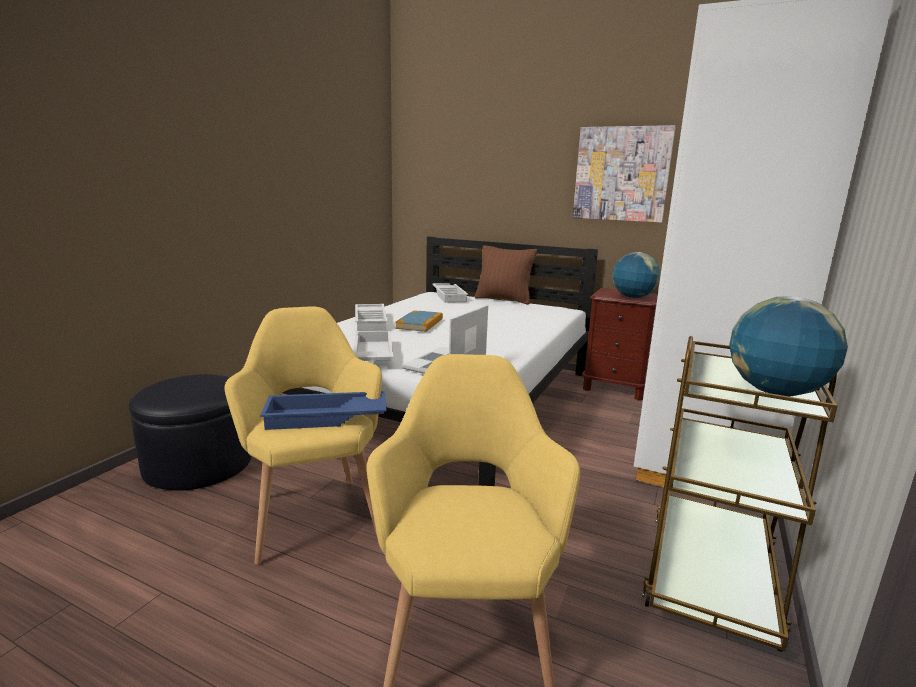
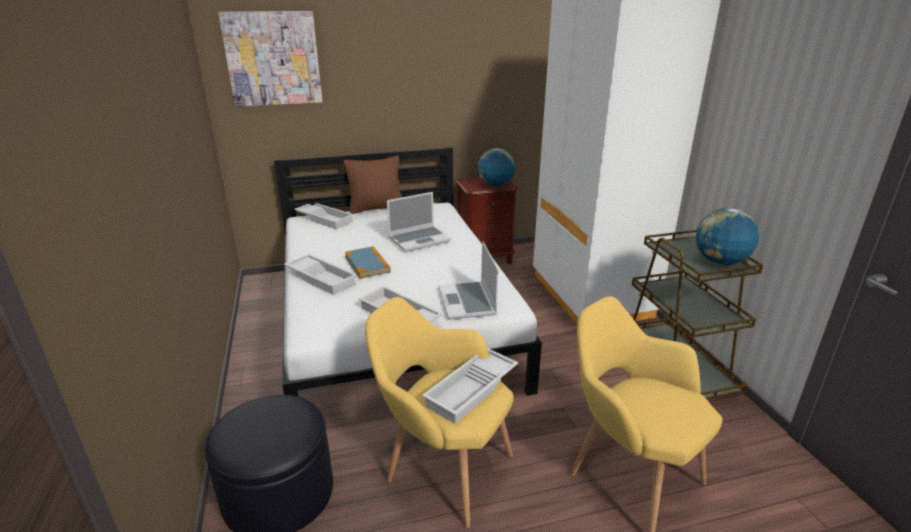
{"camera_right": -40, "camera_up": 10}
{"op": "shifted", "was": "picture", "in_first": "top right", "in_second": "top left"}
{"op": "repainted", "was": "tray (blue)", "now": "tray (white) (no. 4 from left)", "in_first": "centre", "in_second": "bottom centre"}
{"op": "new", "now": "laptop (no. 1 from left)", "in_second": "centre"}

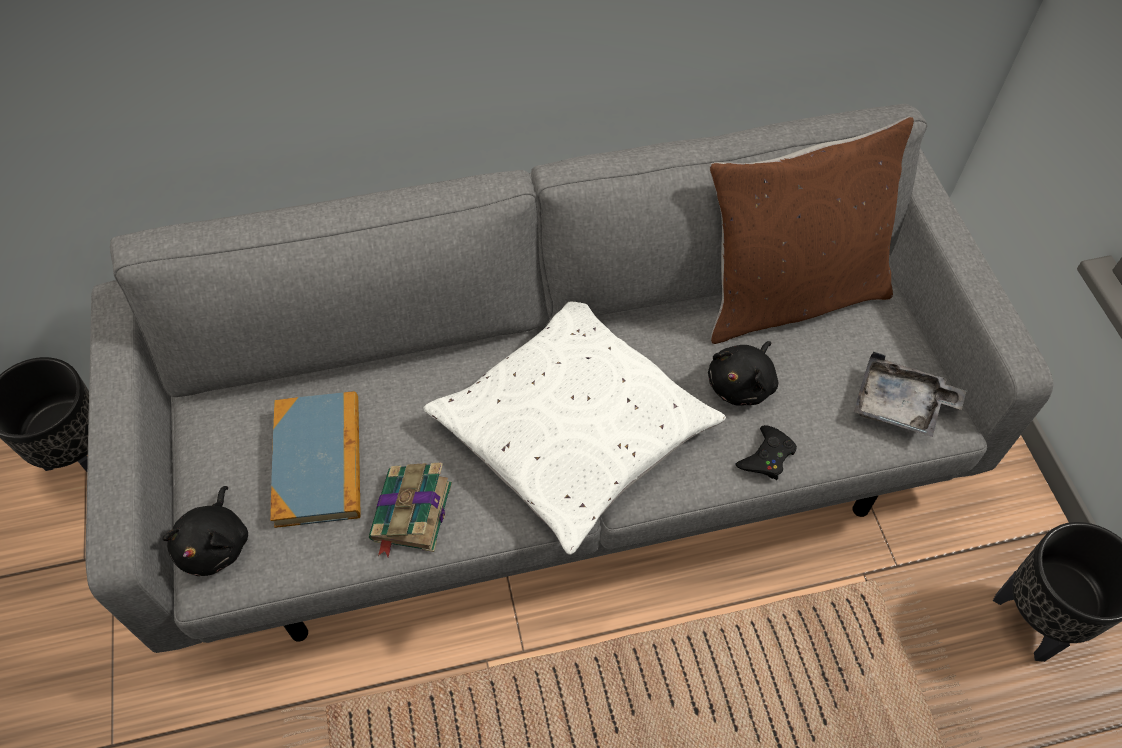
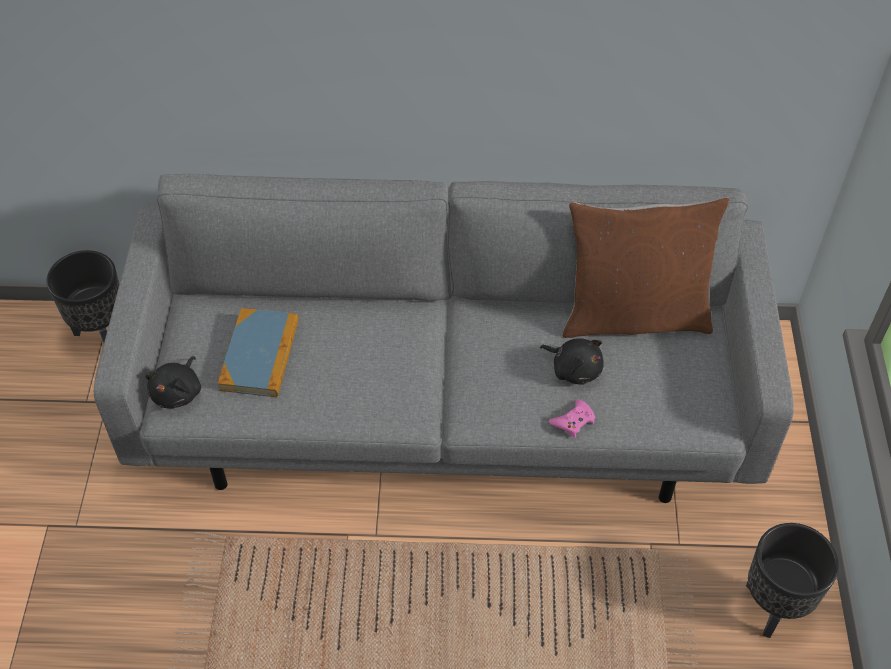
{"camera_right": 15, "camera_up": -5}
{"op": "gone", "was": "pillow (white)", "in_first": "centre"}
{"op": "rotated", "was": "plush toy (black) (no. 2 from left)", "in_first": "centre", "in_second": "centre", "clockwise": -105}
{"op": "gone", "was": "tray (grey)", "in_first": "middle right"}
{"op": "repainted", "was": "game controller (black)", "now": "game controller (pink)", "in_first": "middle right", "in_second": "centre"}
{"op": "gone", "was": "book (no. 2 from left)", "in_first": "bottom centre"}

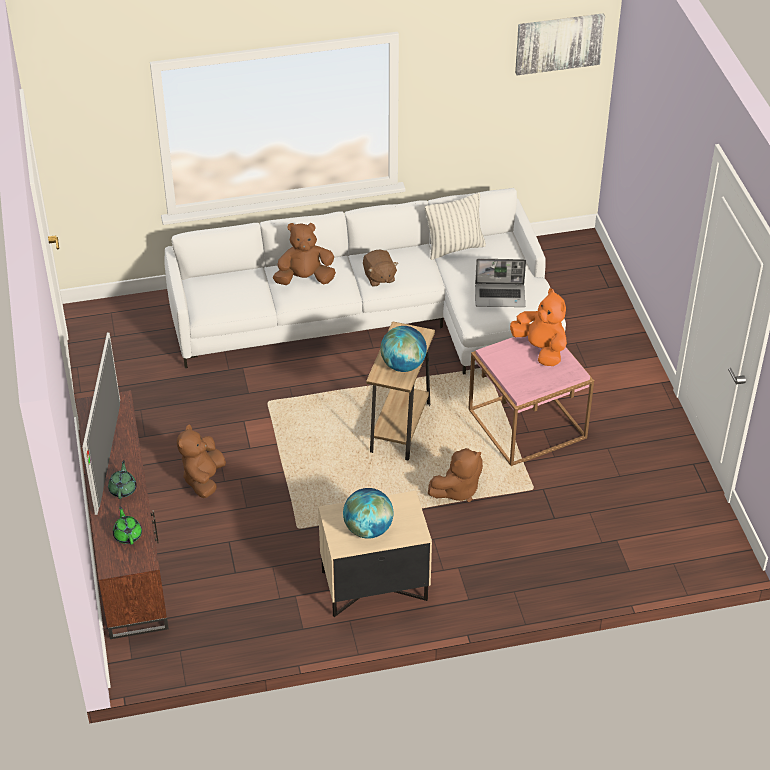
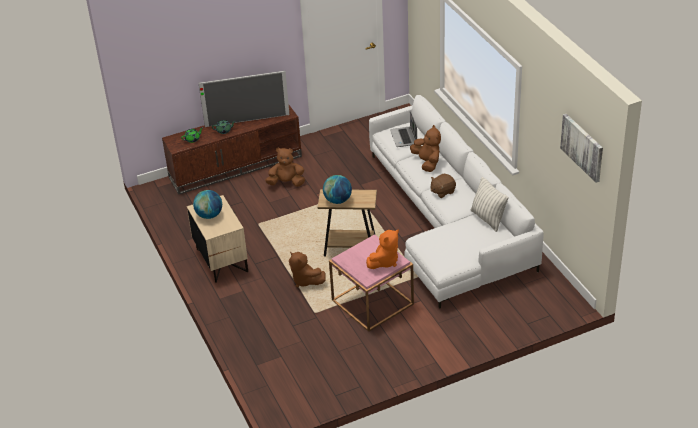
{"camera_right": 80, "camera_up": -5}
{"op": "shifted", "was": "laptop", "in_first": "centre", "in_second": "top centre"}

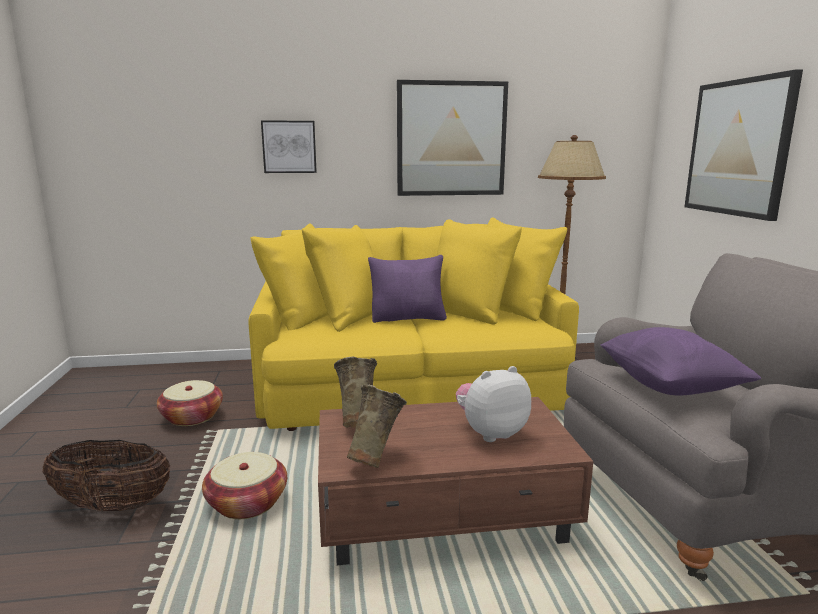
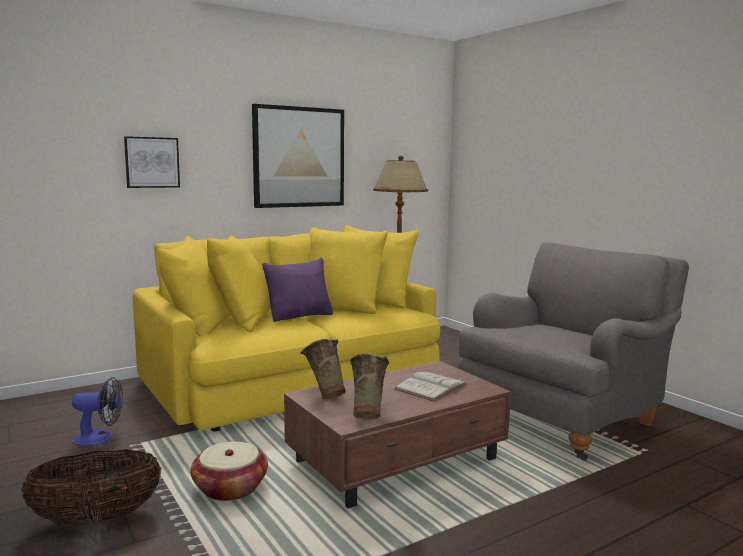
{"camera_right": -25, "camera_up": -5}
{"op": "gone", "was": "picture (no. 3 from left)", "in_first": "top right"}
{"op": "gone", "was": "pillow (purple) (no. 2 from left)", "in_first": "middle right"}
{"op": "swapped", "was": "plush toy", "now": "book (white)", "in_first": "centre", "in_second": "bottom centre"}
{"op": "swapped", "was": "basket (no. 2 from left)", "now": "fan", "in_first": "middle left", "in_second": "bottom left"}

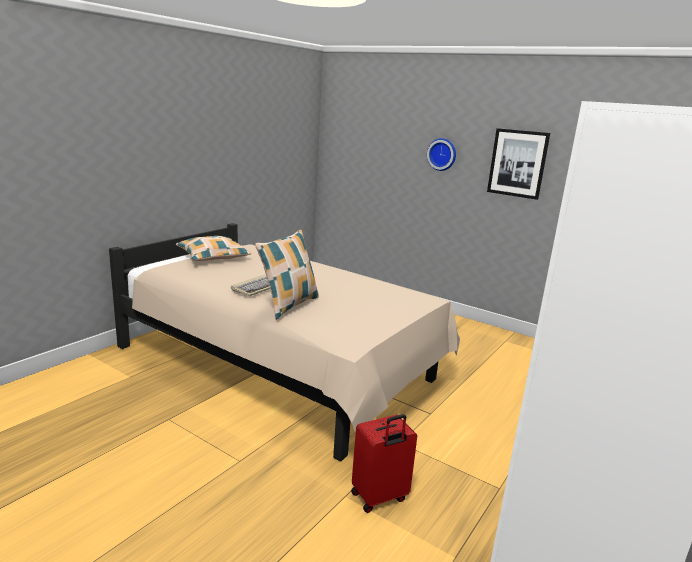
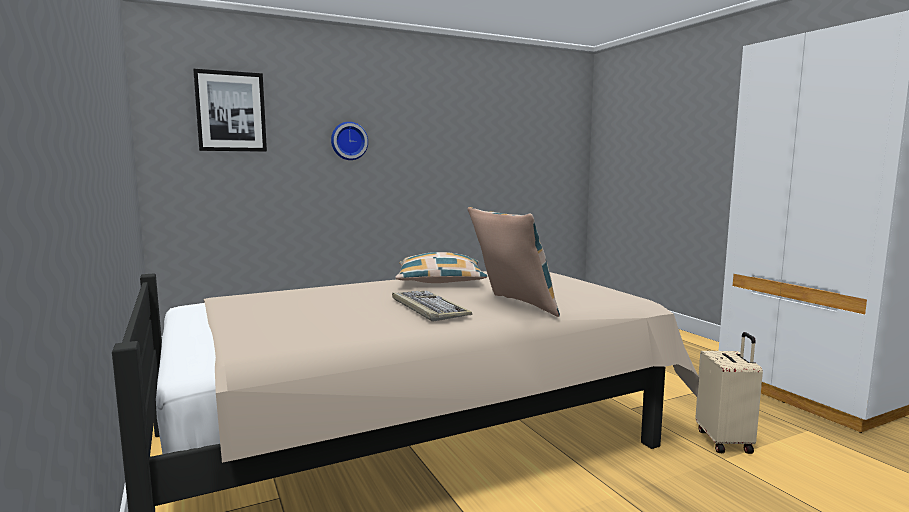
{"camera_right": -60, "camera_up": -10}
{"op": "shifted", "was": "picture", "in_first": "top right", "in_second": "top left"}
{"op": "shifted", "was": "pillow (no. 1 from left)", "in_first": "middle left", "in_second": "centre"}
{"op": "repainted", "was": "suitcase (red)", "now": "suitcase (beige)", "in_first": "bottom centre", "in_second": "bottom right"}

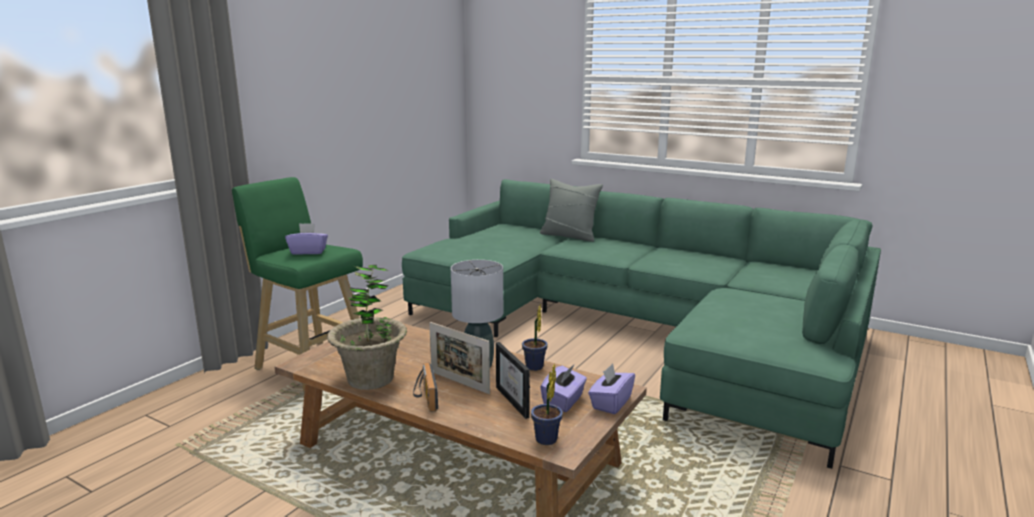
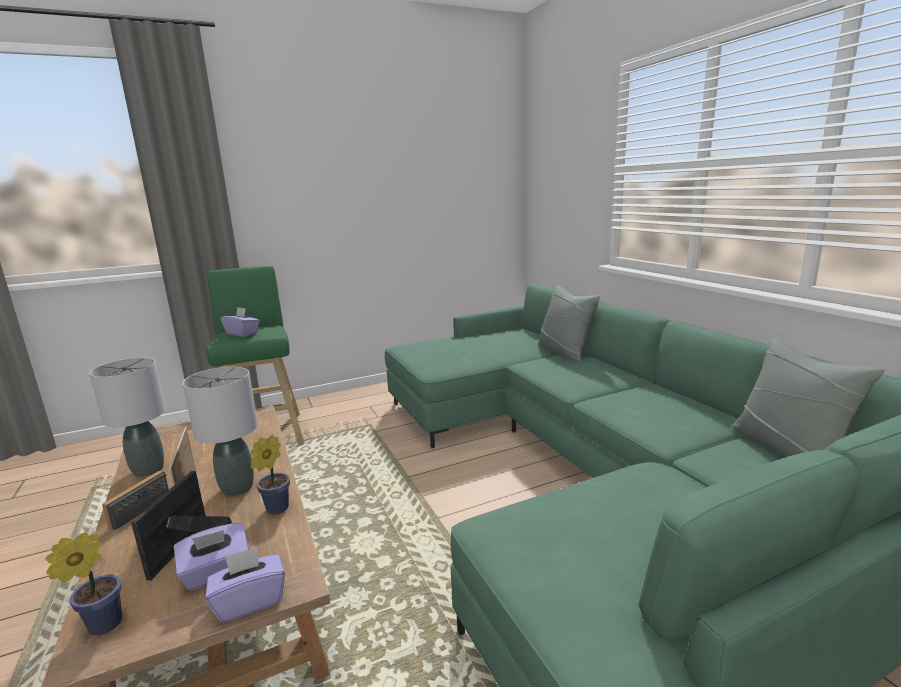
{"camera_right": 35, "camera_up": 0}
{"op": "swapped", "was": "potted plant (no. 1 from left)", "now": "table lamp (grey) (no. 1 from left)", "in_first": "centre", "in_second": "middle left"}
{"op": "new", "now": "pillow (grey) (no. 2 from left)", "in_second": "middle right"}

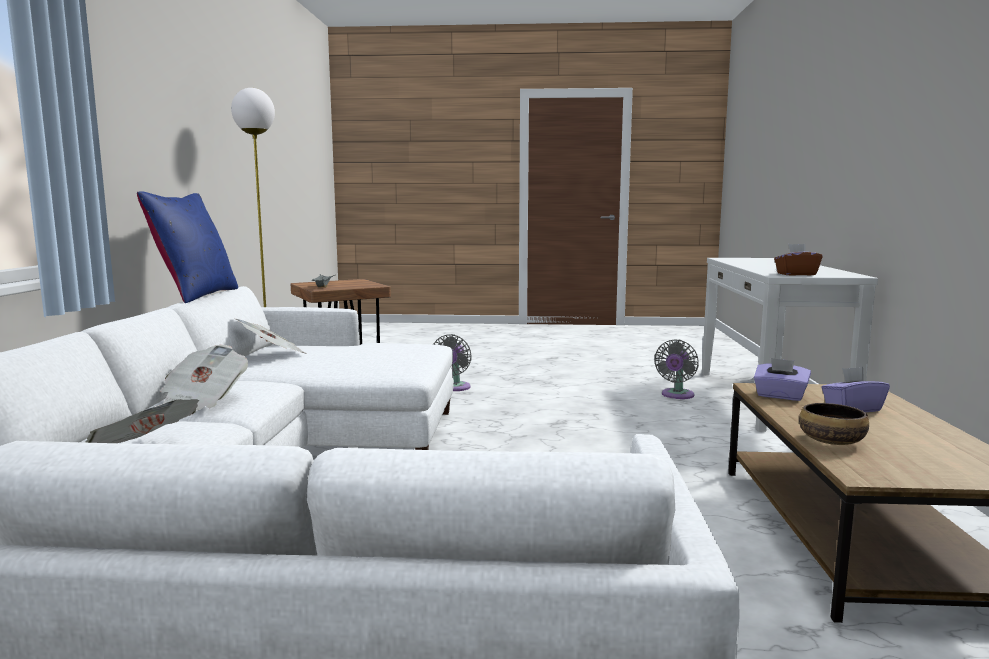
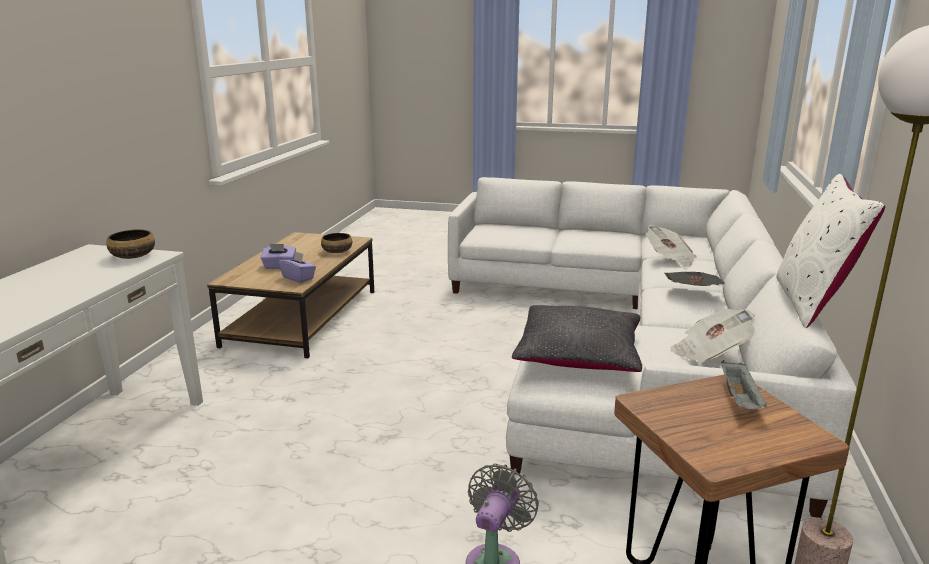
{"camera_right": -170, "camera_up": 10}
{"op": "repainted", "was": "pillow (blue)", "now": "pillow (white)", "in_first": "middle left", "in_second": "middle right"}
{"op": "swapped", "was": "tissue box (brown)", "now": "bowl (no. 1 from left)", "in_first": "middle right", "in_second": "middle left"}
{"op": "gone", "was": "fan (grey) (no. 2 from left)", "in_first": "middle right"}
{"op": "new", "now": "pillow (black)", "in_second": "centre"}

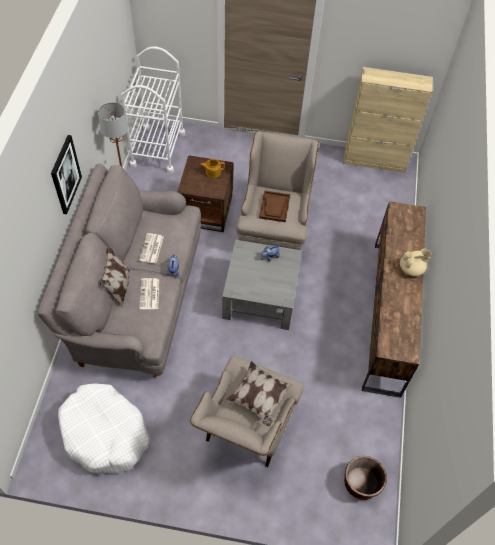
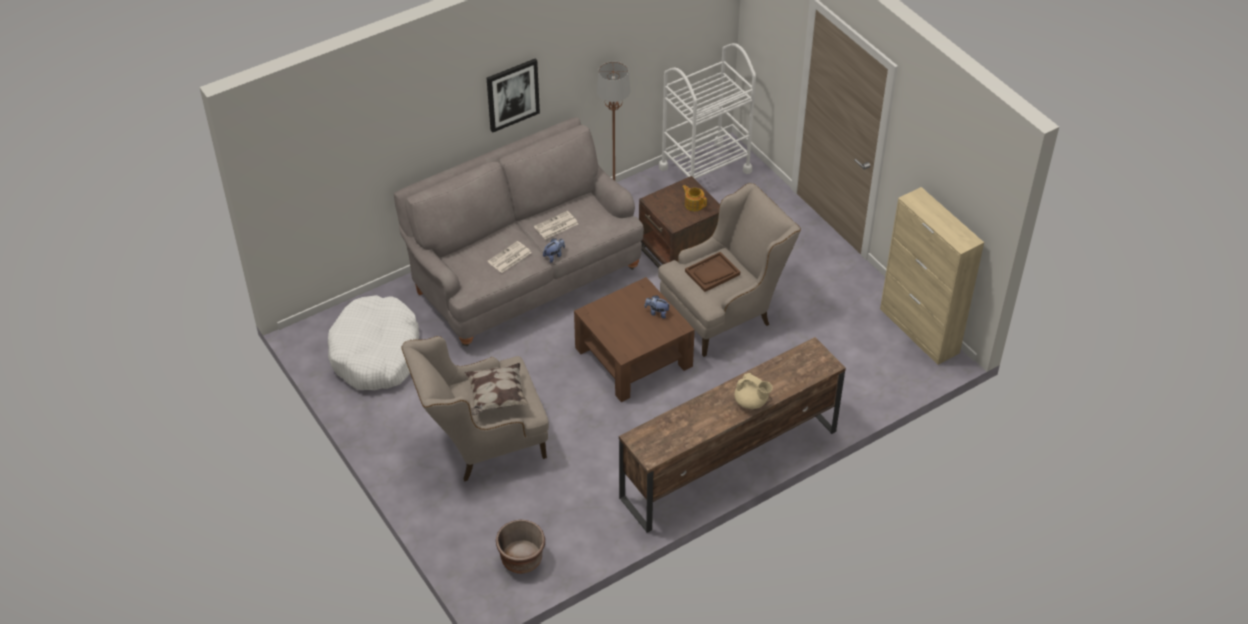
{"camera_right": 50, "camera_up": -10}
{"op": "repainted", "was": "coffee table (grey)", "now": "coffee table (brown)", "in_first": "centre", "in_second": "centre"}
{"op": "gone", "was": "pillow (no. 1 from left)", "in_first": "middle left"}

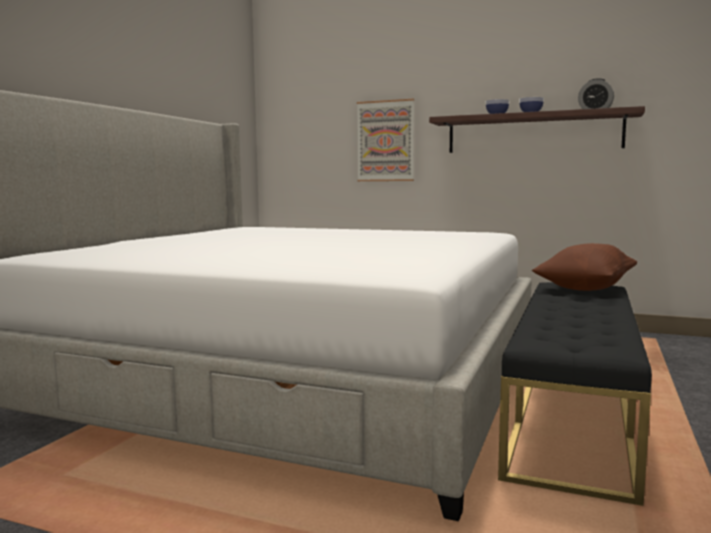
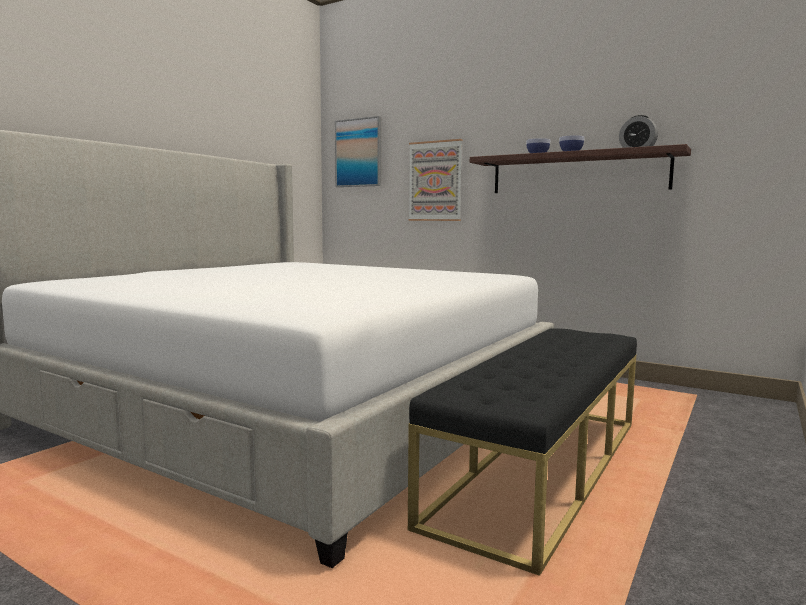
{"camera_right": 10, "camera_up": 0}
{"op": "gone", "was": "pillow (brown)", "in_first": "middle right"}
{"op": "new", "now": "picture (no. 1 from left)", "in_second": "top centre"}

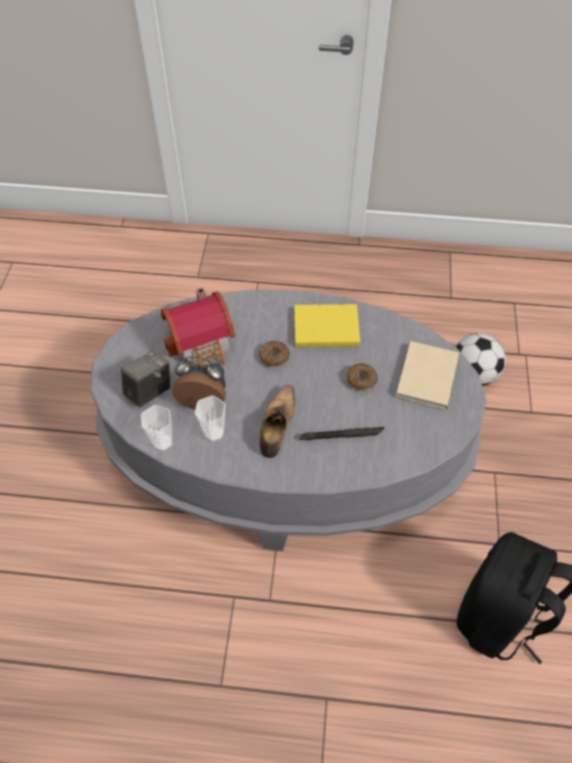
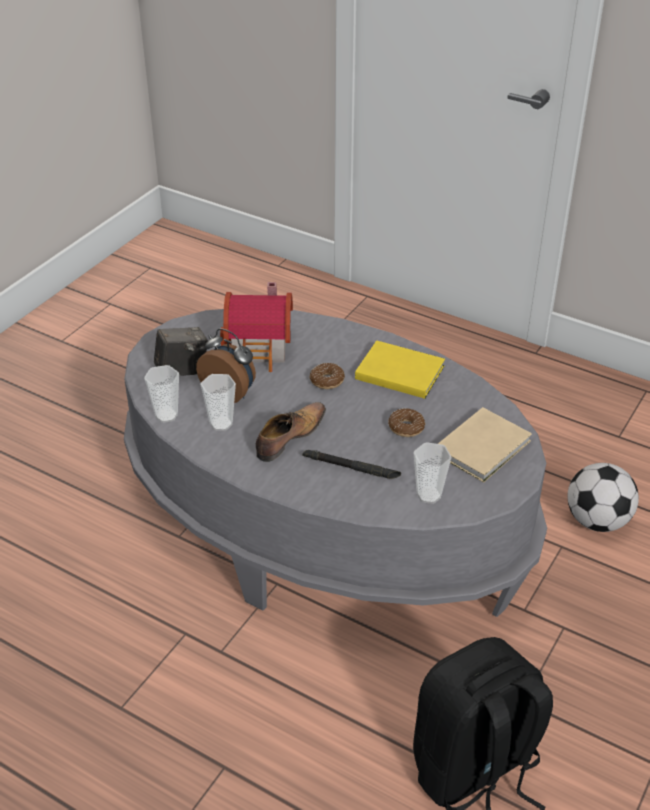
{"camera_right": 25, "camera_up": -15}
{"op": "new", "now": "cup (no. 3 from left)", "in_second": "centre"}

